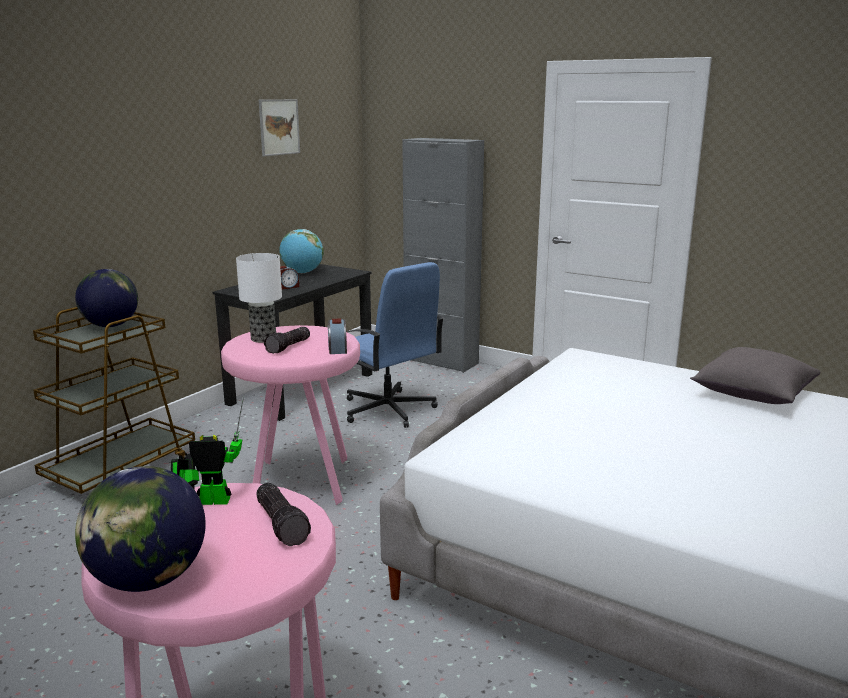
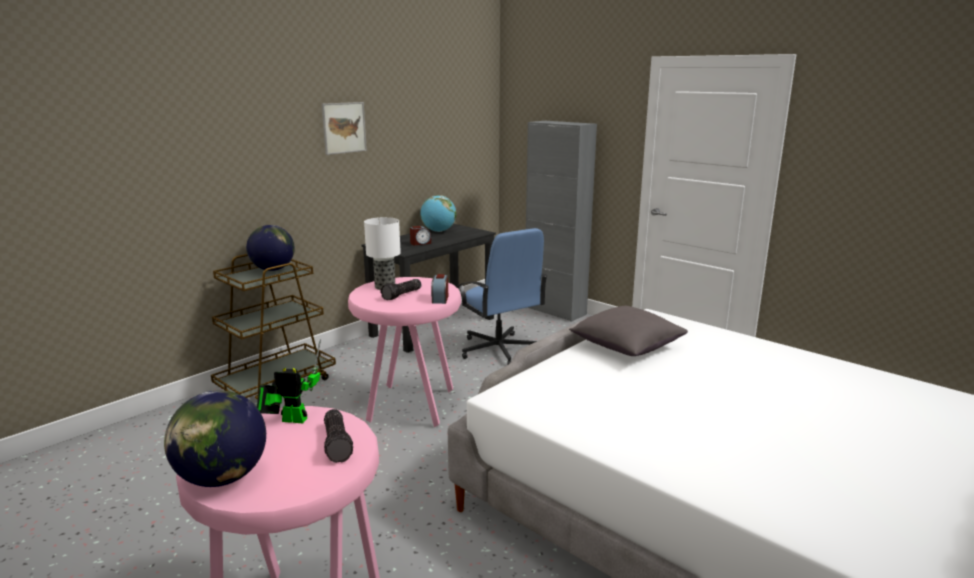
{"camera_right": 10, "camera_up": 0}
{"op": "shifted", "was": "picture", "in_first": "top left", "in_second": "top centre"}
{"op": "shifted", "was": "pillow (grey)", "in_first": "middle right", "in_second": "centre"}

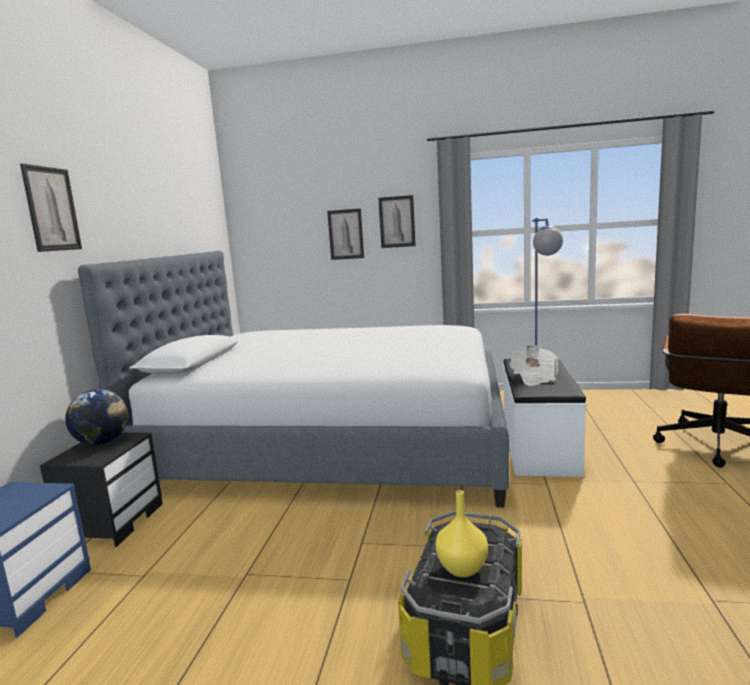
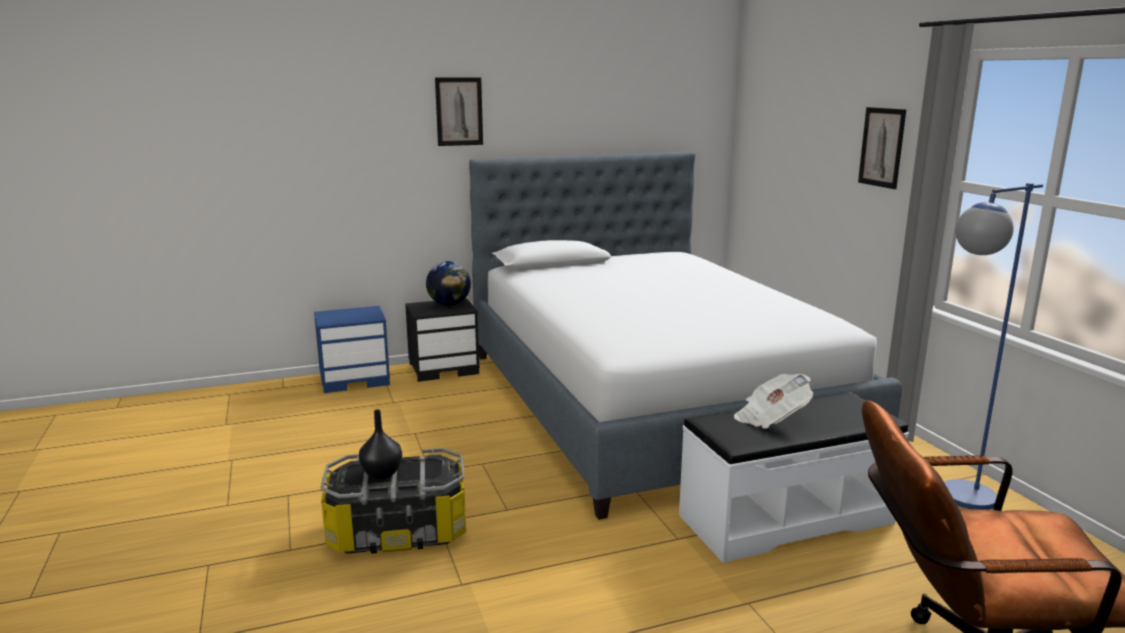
{"camera_right": 60, "camera_up": 5}
{"op": "gone", "was": "picture (no. 2 from left)", "in_first": "centre"}
{"op": "repainted", "was": "vase (yellow)", "now": "vase (black)", "in_first": "bottom centre", "in_second": "bottom centre"}

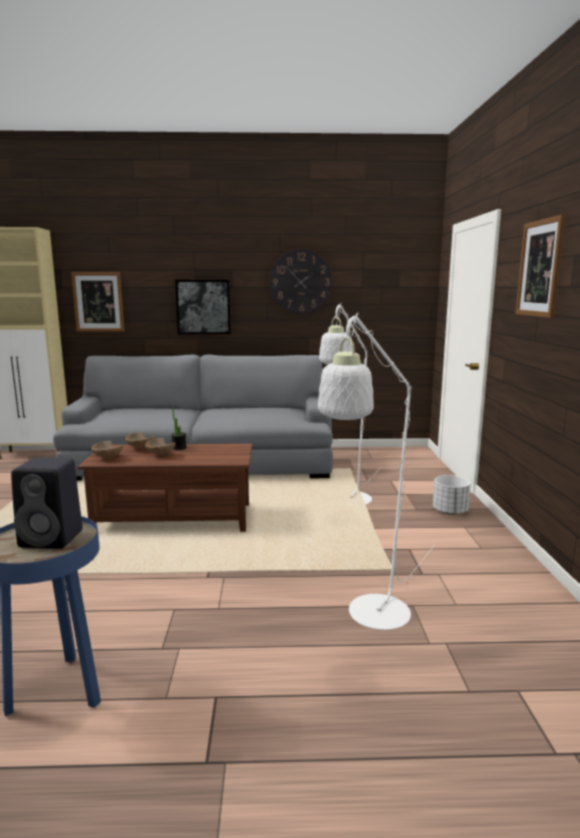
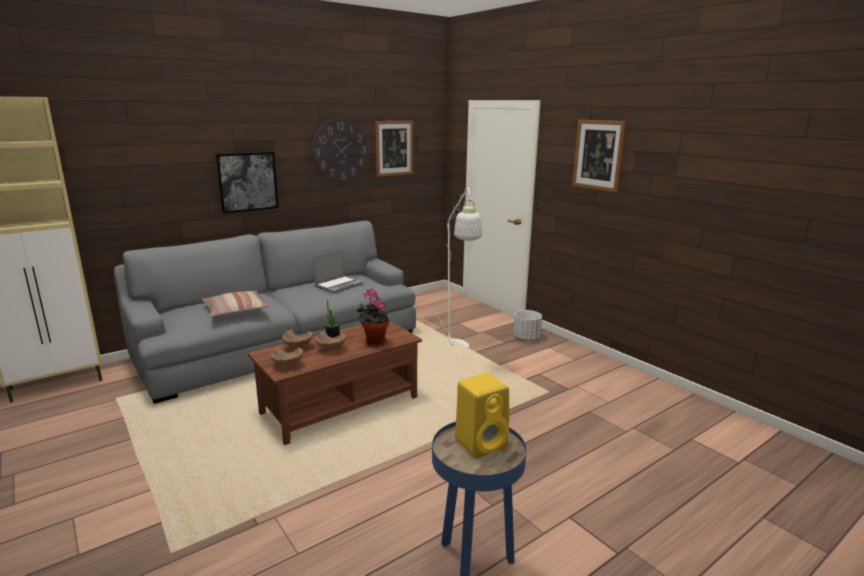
{"camera_right": -35, "camera_up": 5}
{"op": "shifted", "was": "picture (no. 1 from left in the first image)", "now": "picture (no. 2 from left)", "in_first": "middle left", "in_second": "top centre"}
{"op": "gone", "was": "floor lamp (white) (no. 2 from left)", "in_first": "centre"}
{"op": "repainted", "was": "speaker (black)", "now": "speaker (yellow)", "in_first": "middle left", "in_second": "bottom centre"}
{"op": "new", "now": "laptop", "in_second": "centre"}
{"op": "new", "now": "potted plant (no. 2 from left)", "in_second": "centre"}
{"op": "new", "now": "pillow", "in_second": "middle left"}

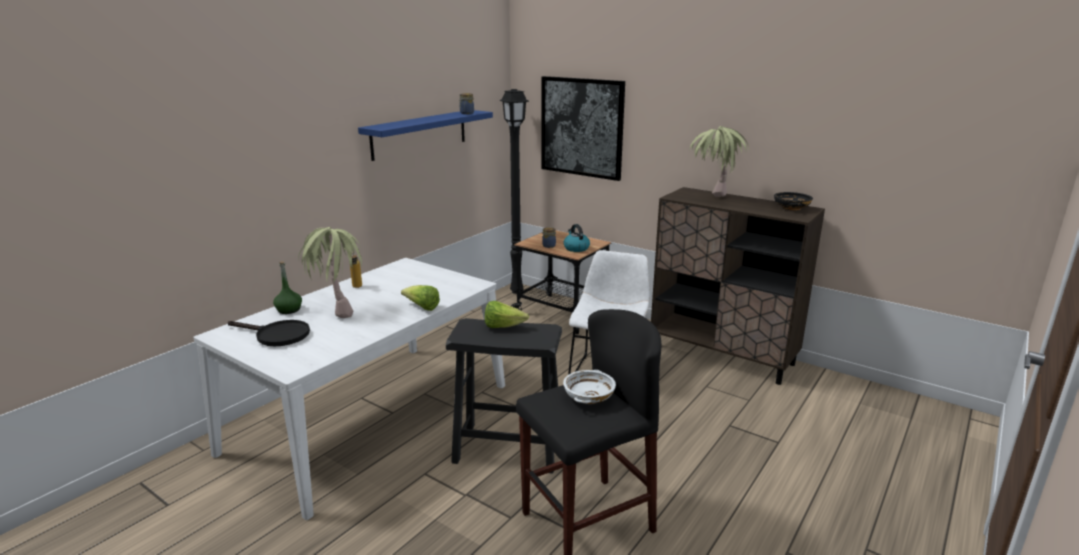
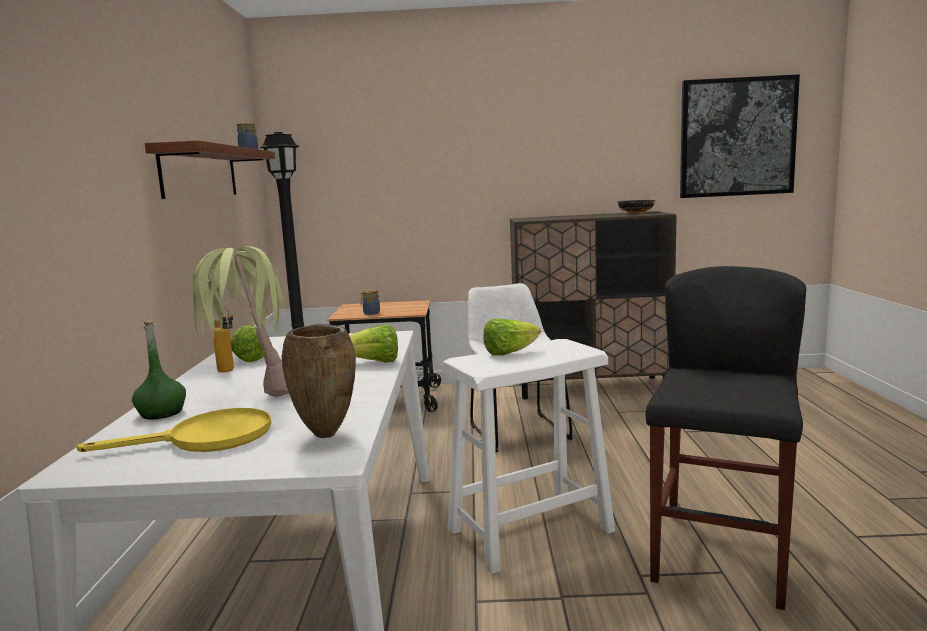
{"camera_right": -35, "camera_up": -10}
{"op": "shifted", "was": "picture", "in_first": "top centre", "in_second": "top right"}
{"op": "repainted", "was": "shelf (blue)", "now": "shelf (brown)", "in_first": "top centre", "in_second": "top left"}
{"op": "gone", "was": "potted plant (no. 2 from left)", "in_first": "top centre"}
{"op": "gone", "was": "kettle", "in_first": "centre"}
{"op": "repainted", "was": "stool (black) (no. 1 from left)", "now": "stool (white)", "in_first": "bottom centre", "in_second": "bottom centre"}
{"op": "repainted", "was": "frying pan (black)", "now": "frying pan (yellow)", "in_first": "middle left", "in_second": "bottom left"}
{"op": "gone", "was": "bowl (white)", "in_first": "bottom centre"}
{"op": "new", "now": "vase (brown)", "in_second": "centre"}
{"op": "new", "now": "lettuce (no. 1 from left)", "in_second": "middle left"}

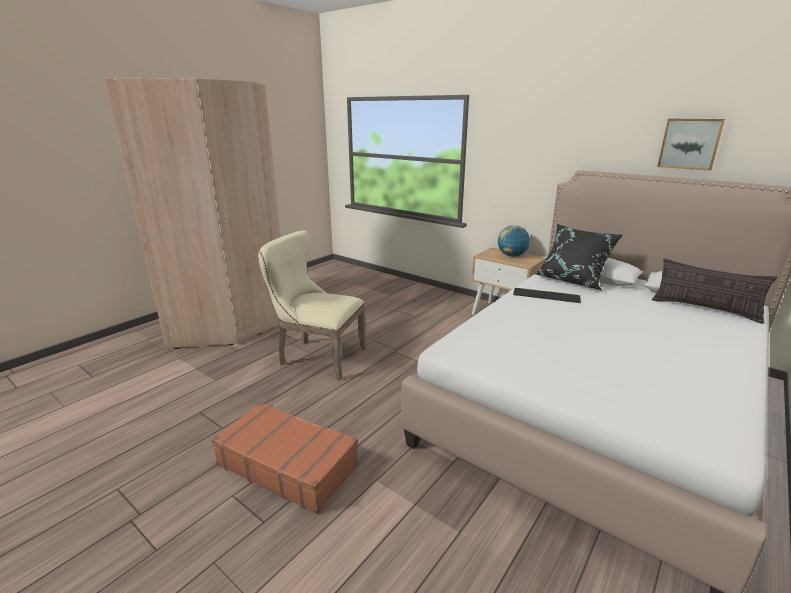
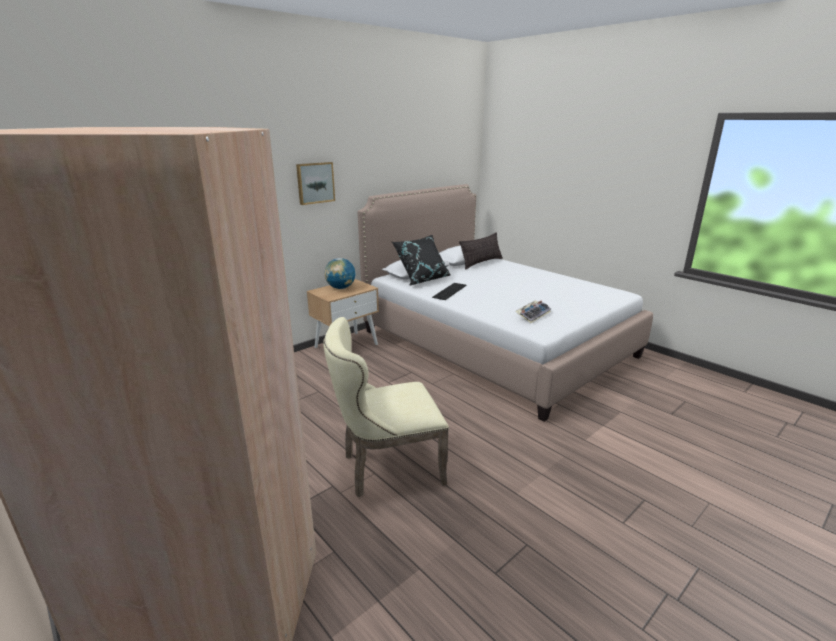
{"camera_right": -80, "camera_up": 0}
{"op": "shifted", "was": "picture", "in_first": "top right", "in_second": "top centre"}
{"op": "rotated", "was": "chair (beige)", "in_first": "centre", "in_second": "centre", "clockwise": 45}
{"op": "gone", "was": "suitcase (brown)", "in_first": "bottom centre"}
{"op": "new", "now": "keyboard (no. 2 from left)", "in_second": "centre"}

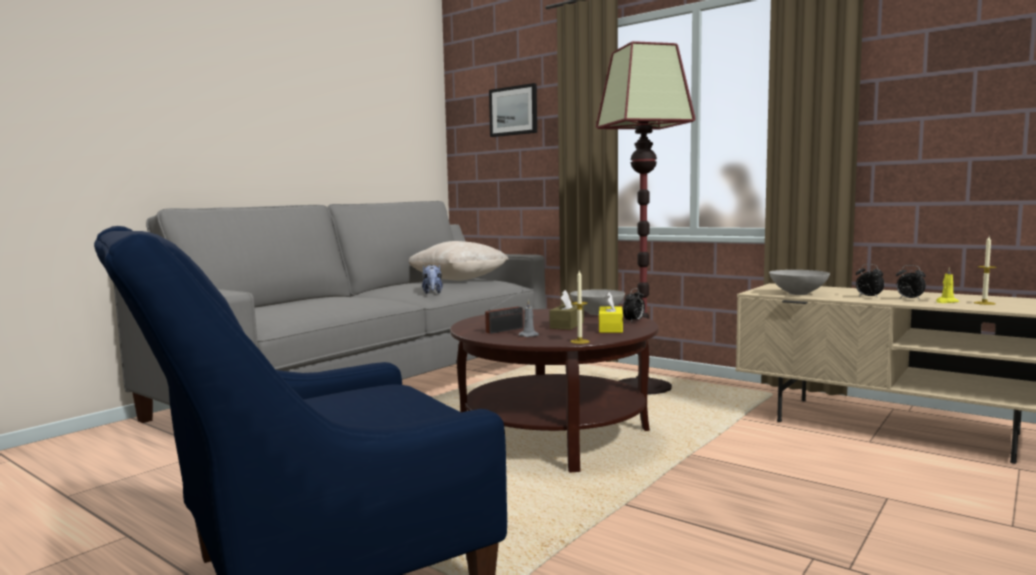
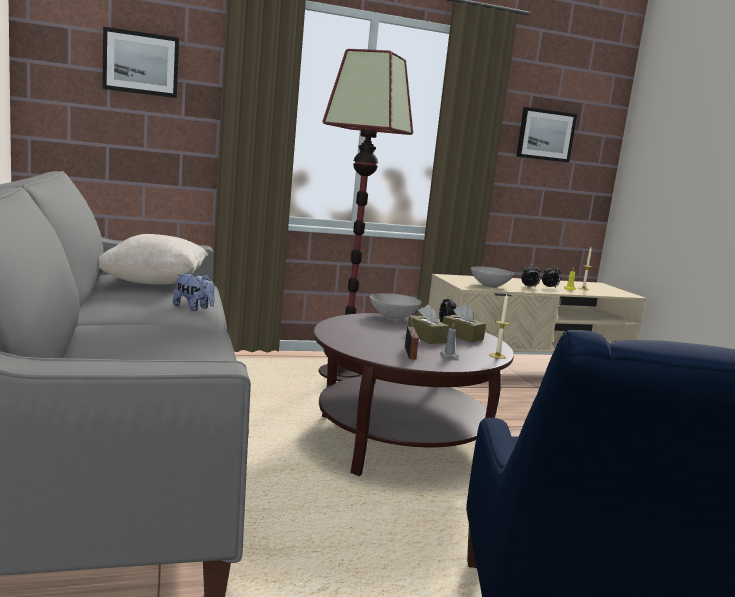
{"camera_right": -55, "camera_up": 5}
{"op": "repainted", "was": "tissue box (yellow)", "now": "tissue box (brown) (no. 2 from left)", "in_first": "centre", "in_second": "centre"}
{"op": "new", "now": "picture (no. 2 from left)", "in_second": "top right"}

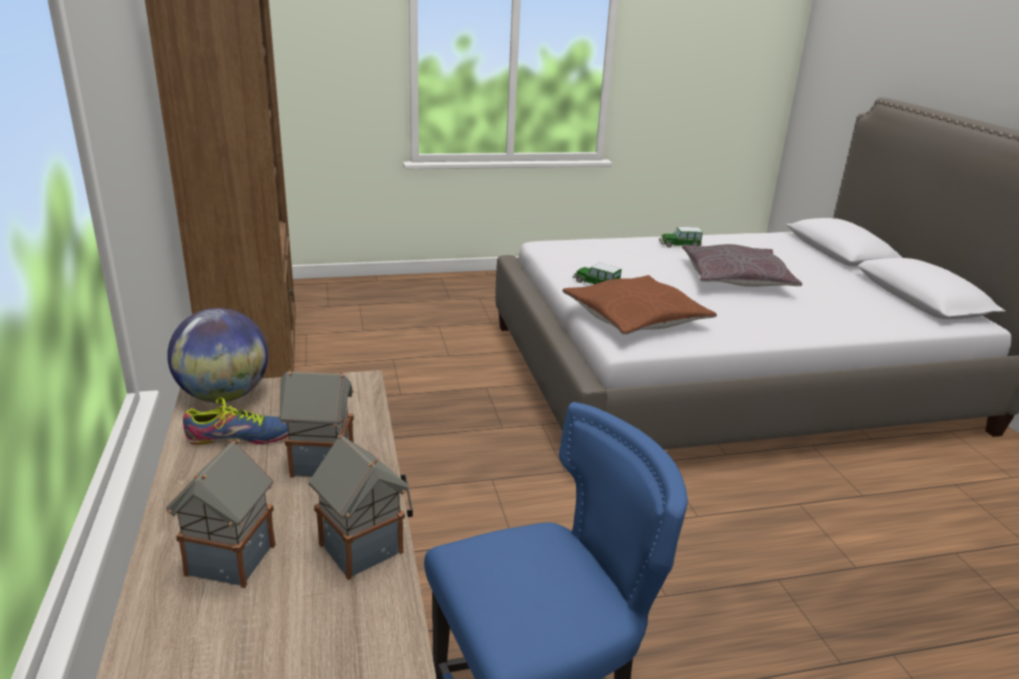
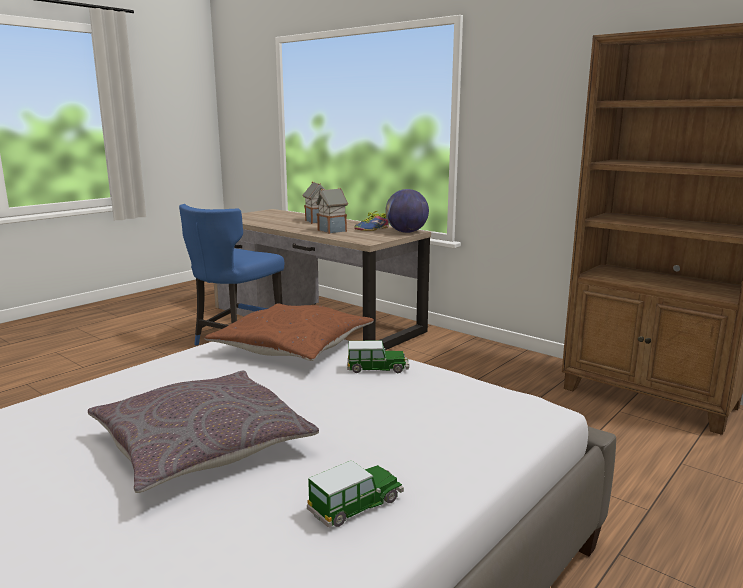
{"camera_right": 145, "camera_up": -10}
{"op": "gone", "was": "toy house (no. 3 from left)", "in_first": "bottom centre"}

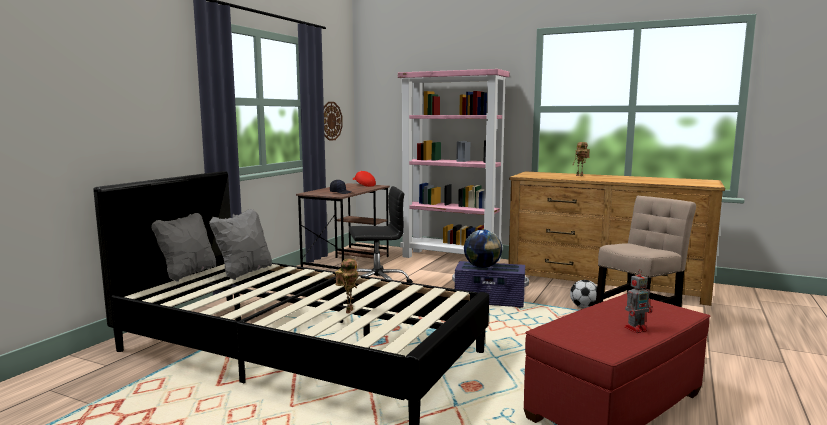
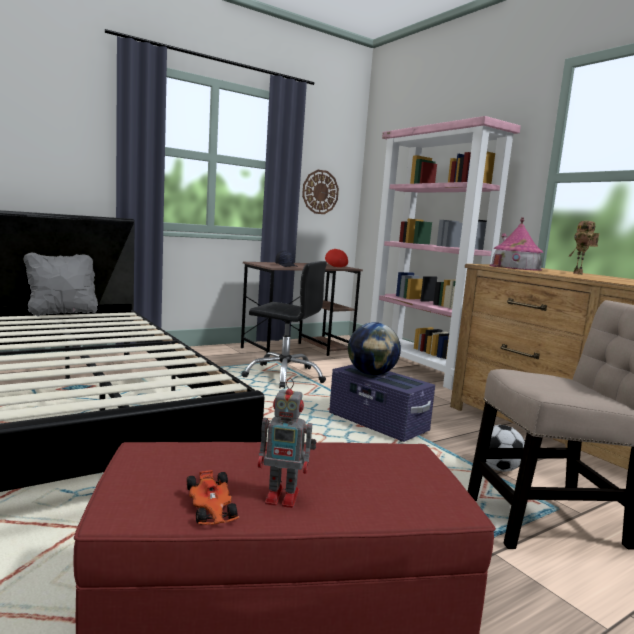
{"camera_right": 30, "camera_up": 0}
{"op": "gone", "was": "pillow (grey) (no. 2 from left)", "in_first": "middle left"}
{"op": "gone", "was": "toy robot (no. 1 from left)", "in_first": "bottom centre"}
{"op": "new", "now": "toy house", "in_second": "middle right"}
{"op": "new", "now": "toy car", "in_second": "bottom centre"}

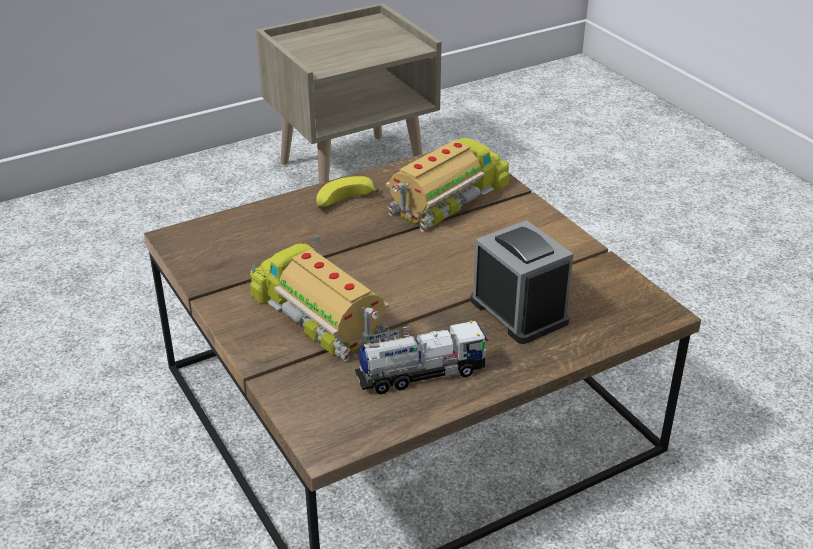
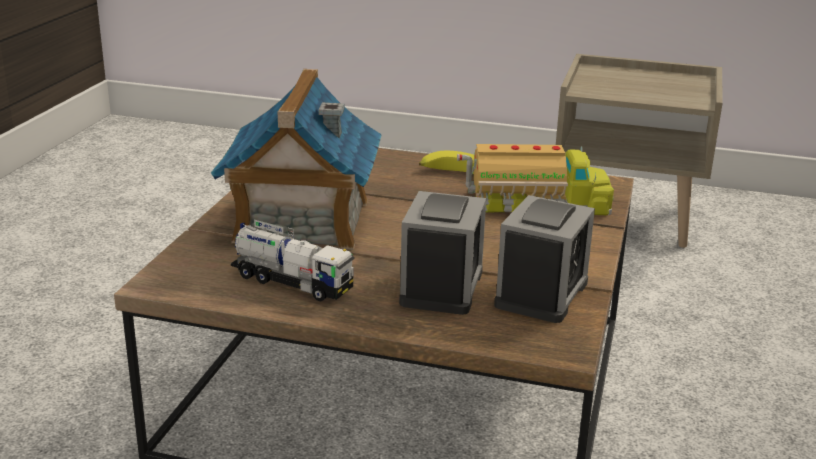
{"camera_right": 45, "camera_up": -10}
{"op": "swapped", "was": "toy truck (no. 1 from left)", "now": "toy house", "in_first": "centre", "in_second": "centre"}
{"op": "new", "now": "alarm clock (no. 2 from left)", "in_second": "middle right"}

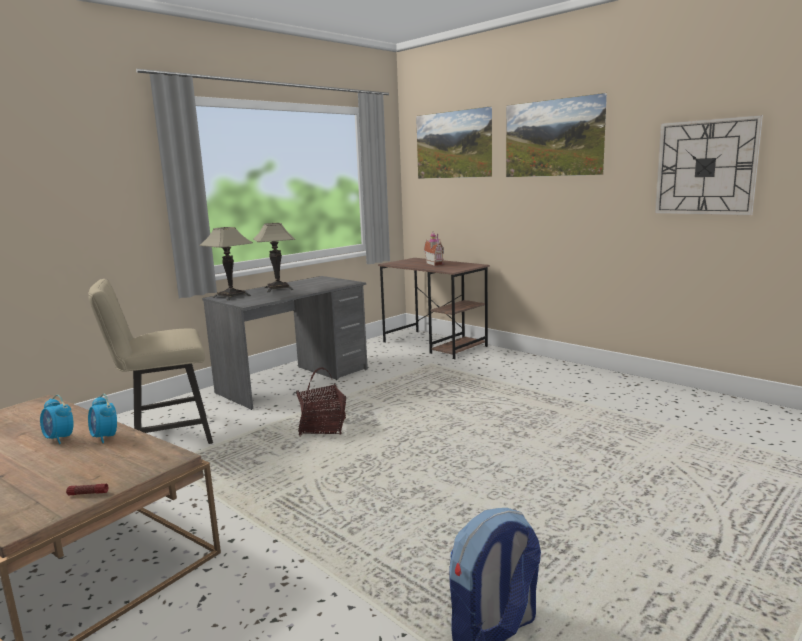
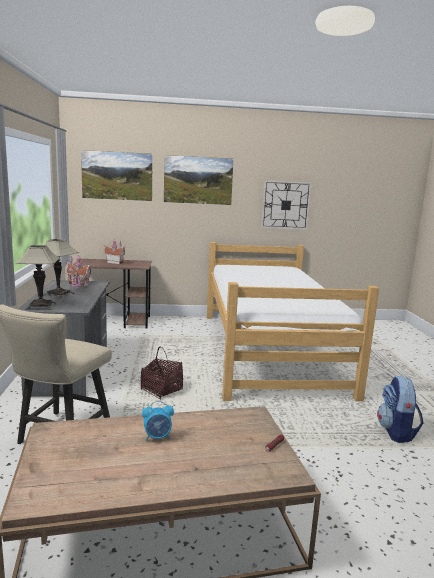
{"camera_right": -50, "camera_up": 0}
{"op": "gone", "was": "alarm clock (no. 2 from left)", "in_first": "middle left"}
{"op": "new", "now": "bed", "in_second": "middle right"}
{"op": "new", "now": "toy house (no. 1 from left)", "in_second": "middle left"}

